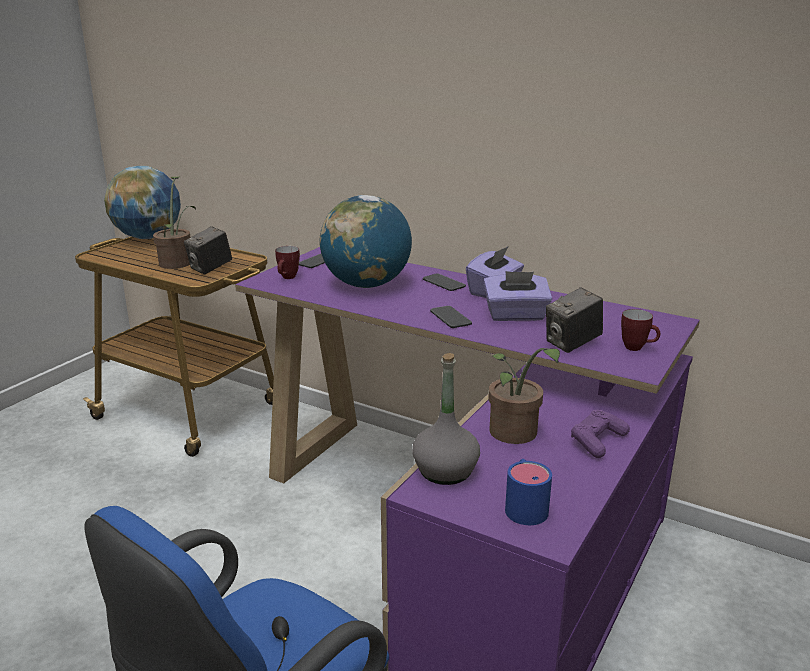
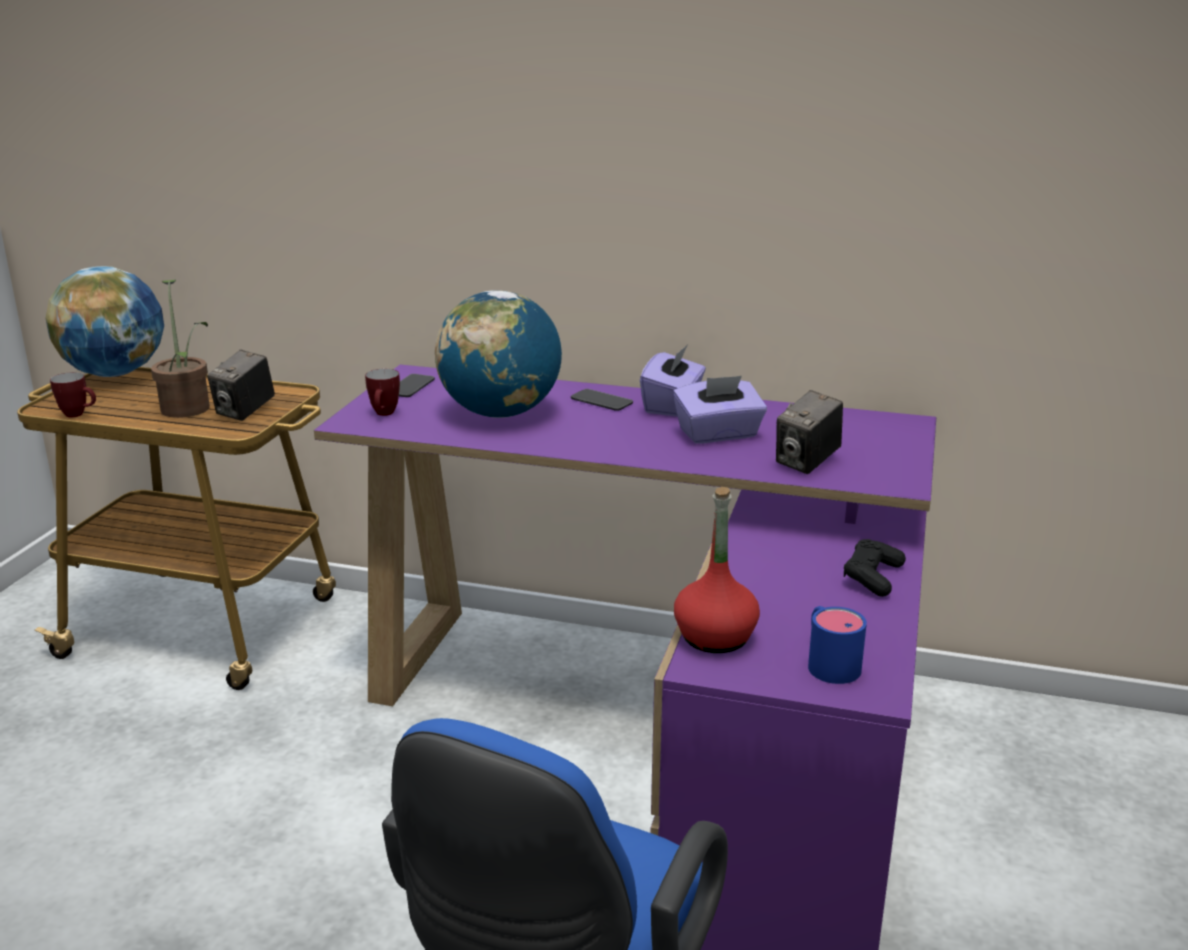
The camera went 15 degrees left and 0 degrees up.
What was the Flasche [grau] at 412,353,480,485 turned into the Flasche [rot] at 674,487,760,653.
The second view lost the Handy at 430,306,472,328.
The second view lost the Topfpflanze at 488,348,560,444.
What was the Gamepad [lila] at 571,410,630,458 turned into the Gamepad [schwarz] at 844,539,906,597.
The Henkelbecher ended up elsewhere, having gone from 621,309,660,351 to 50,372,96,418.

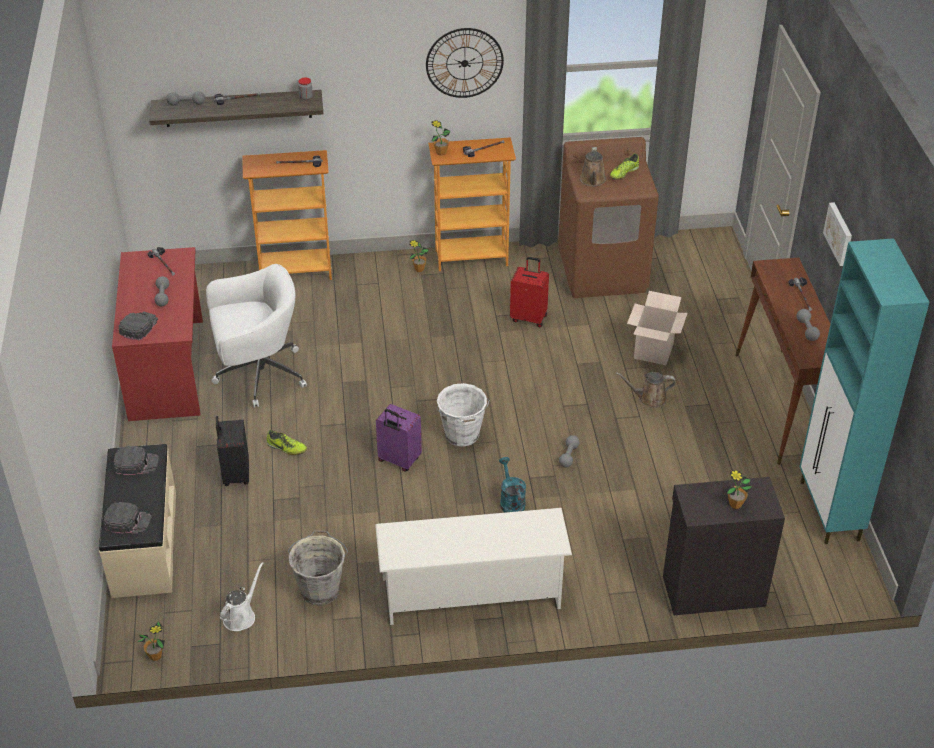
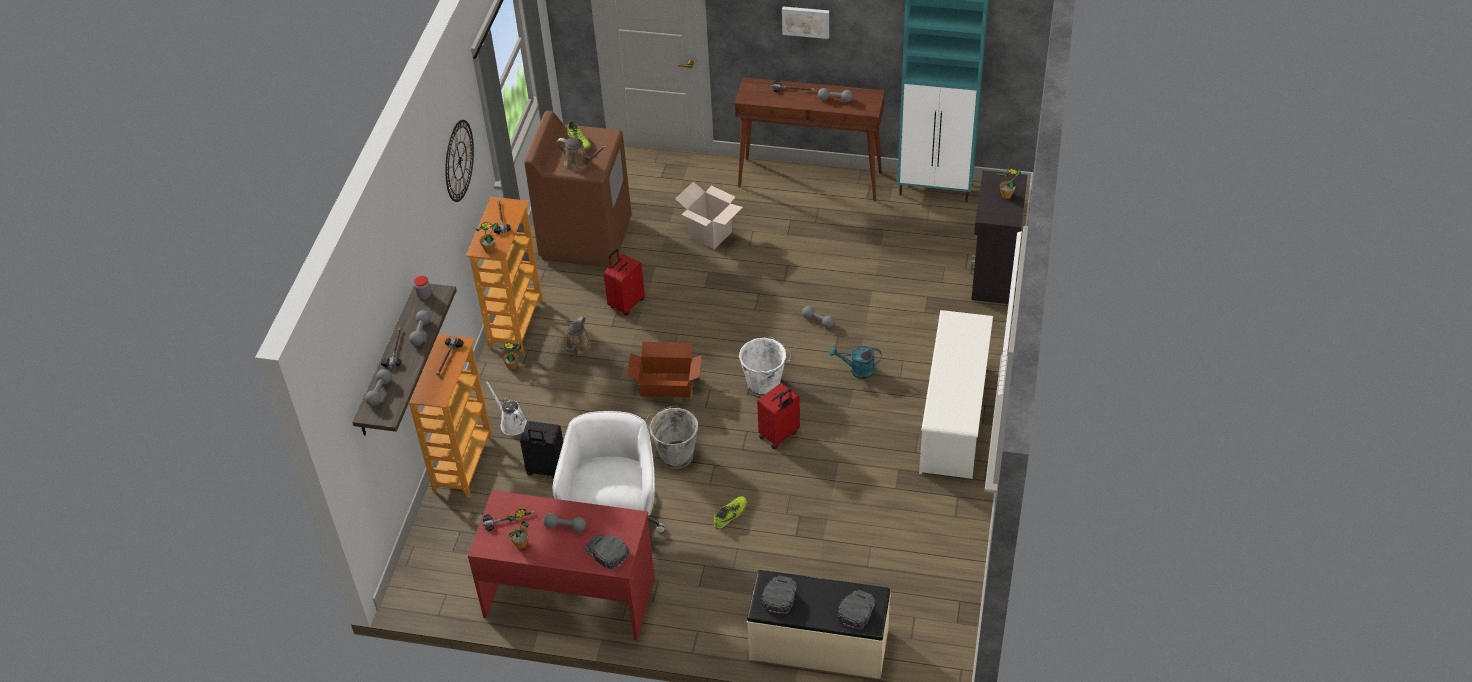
The camera went 70 degrees left and 5 degrees up.
The Topfpflanze ended up elsewhere, having gone from 137,621,165,661 to 506,509,529,549.
The Koffer [schwarz] ended up elsewhere, having gone from 216,416,249,486 to 520,421,563,478.
The Gießkanne [weiß] ended up elsewhere, having gone from 220,562,263,631 to 486,381,527,436.
The Eimer [grau] ended up elsewhere, having gone from 288,530,348,606 to 645,405,698,469.
What was the Koffer [lila] at 376,404,422,471 turned into the Koffer [rot] at 757,383,800,449.
The Gießkanne [braun] ended up elsewhere, having gone from 616,372,676,408 to 561,316,592,356.
The second view gained the Hantel [grau] at 409,310,431,346.
The second view gained the Karton at 627,341,702,398.

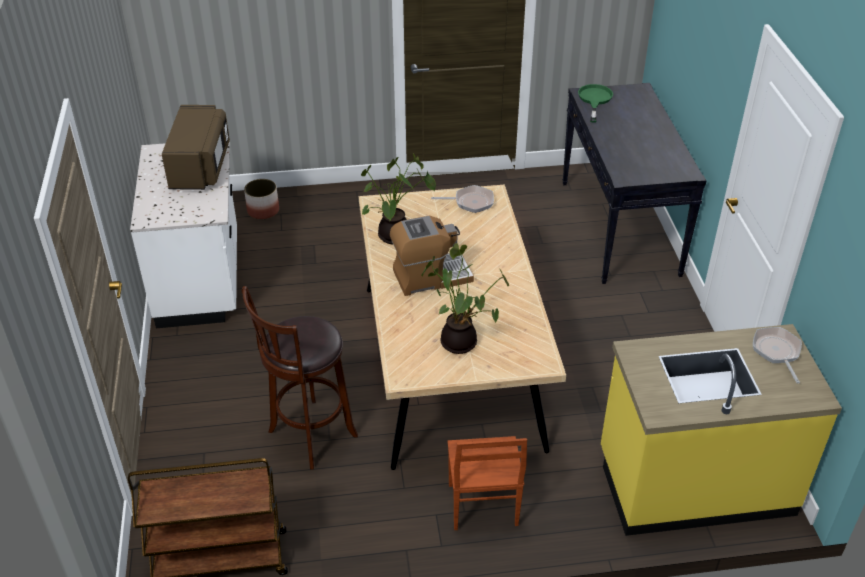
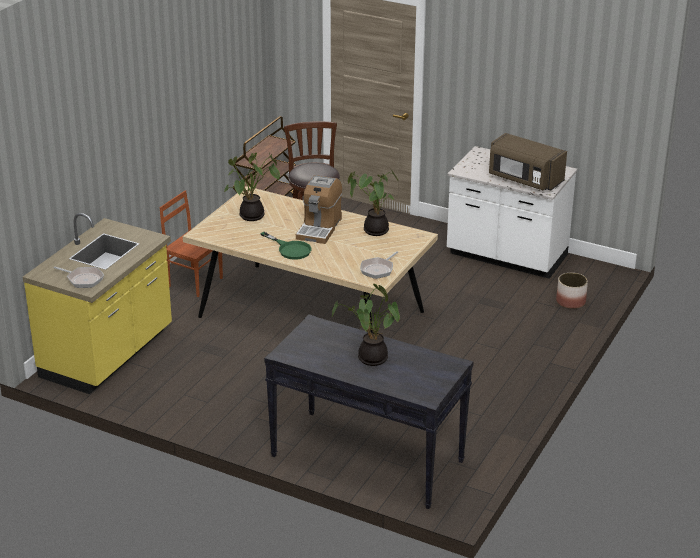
The camera went 125 degrees right and 10 degrees down.
The Pfanne [grün] ended up elsewhere, having gone from 578,84,613,123 to 260,232,312,259.
The second view gained the Topfpflanze at 331,284,400,366.

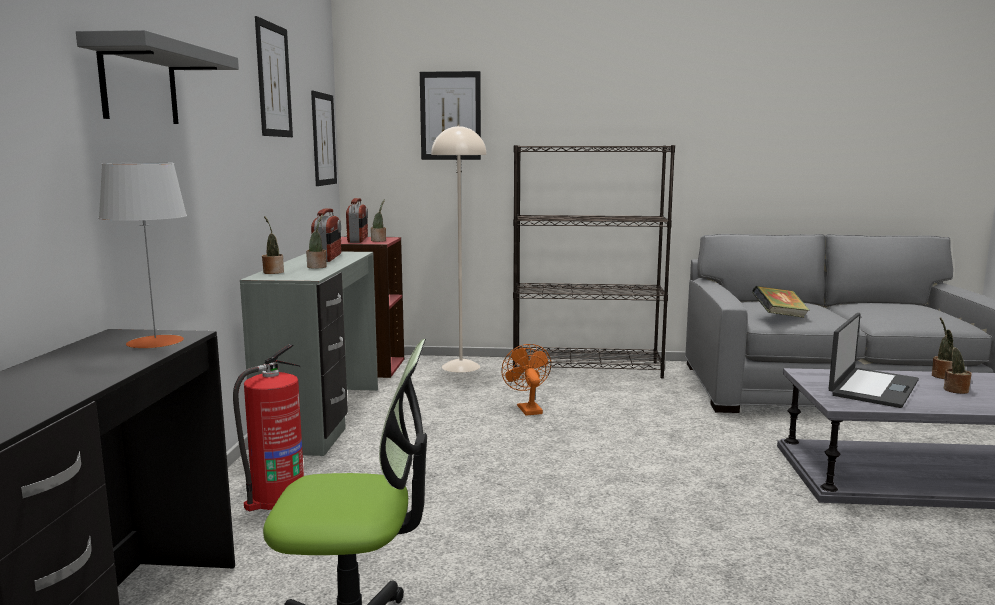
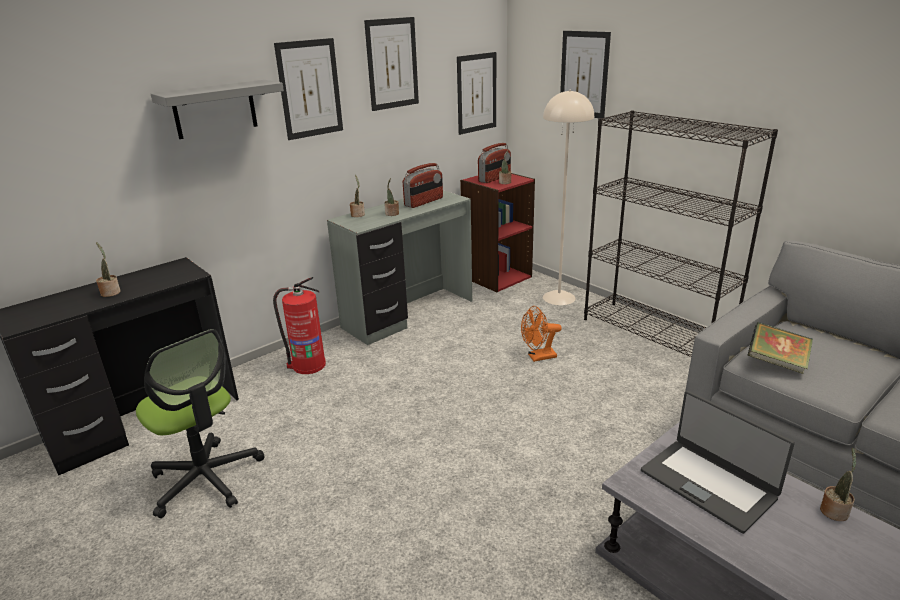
The camera went 45 degrees right and 15 degrees up.
The second view lost the Tischlampe [grau] at 99,163,187,349.
The Ventilator [orange] at 501,344,551,416 ended up facing another way, 135 degrees counterclockwise from before.
The Laptop at 828,313,919,408 ended up facing another way, 60 degrees clockwise from before.
The Topfpflanze ended up elsewhere, having gone from 943,329,972,394 to 96,242,121,297.
The second view gained the Bild at 274,38,343,140.

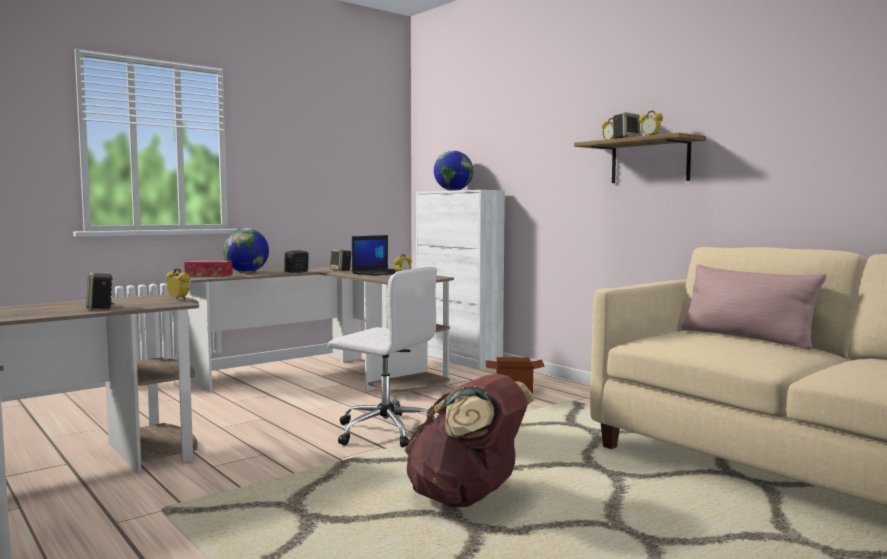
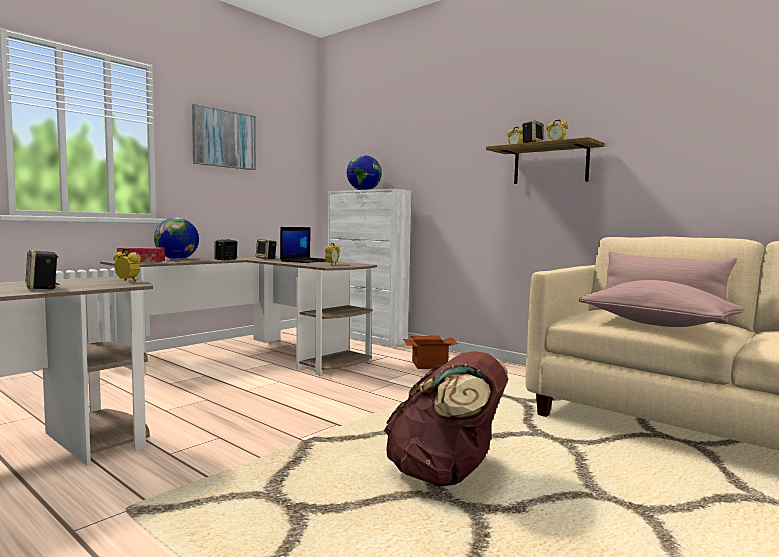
The camera went 10 degrees left and 0 degrees up.
The second view lost the Bürostuhl [weiß] at 328,267,437,447.
The second view gained the Bild at 192,104,256,170.
The second view gained the Kissen [rosa] at 579,280,745,327.

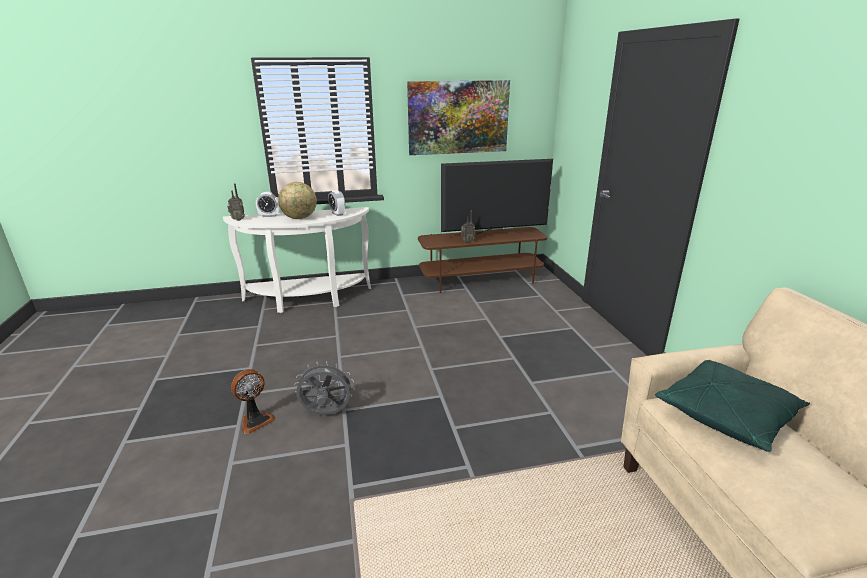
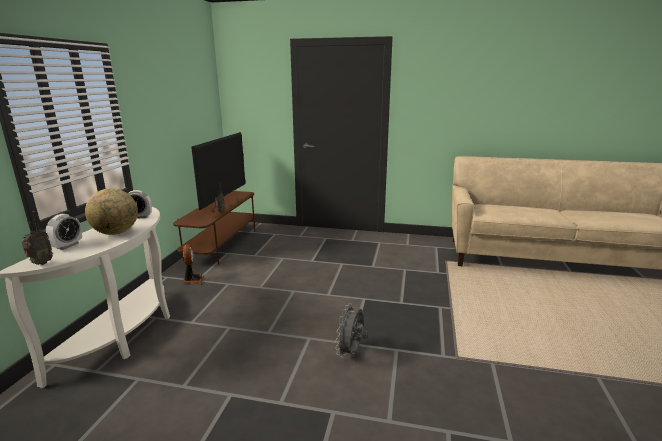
The camera went 65 degrees left and 5 degrees down.
The Ventilator ended up elsewhere, having gone from 231,369,276,434 to 183,244,203,284.
The second view lost the Bild at 407,80,510,155.
The second view lost the Kissen [grün] at 655,360,810,452.

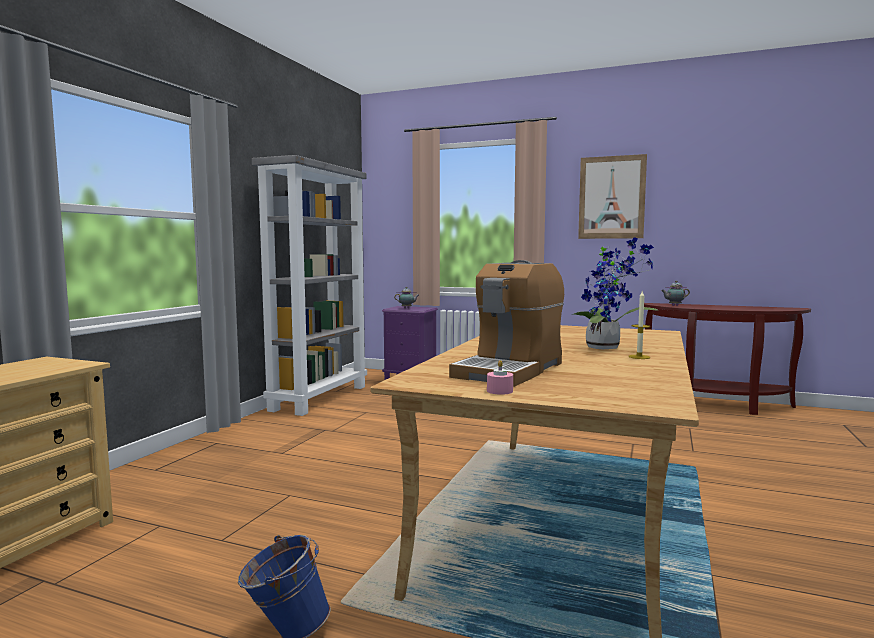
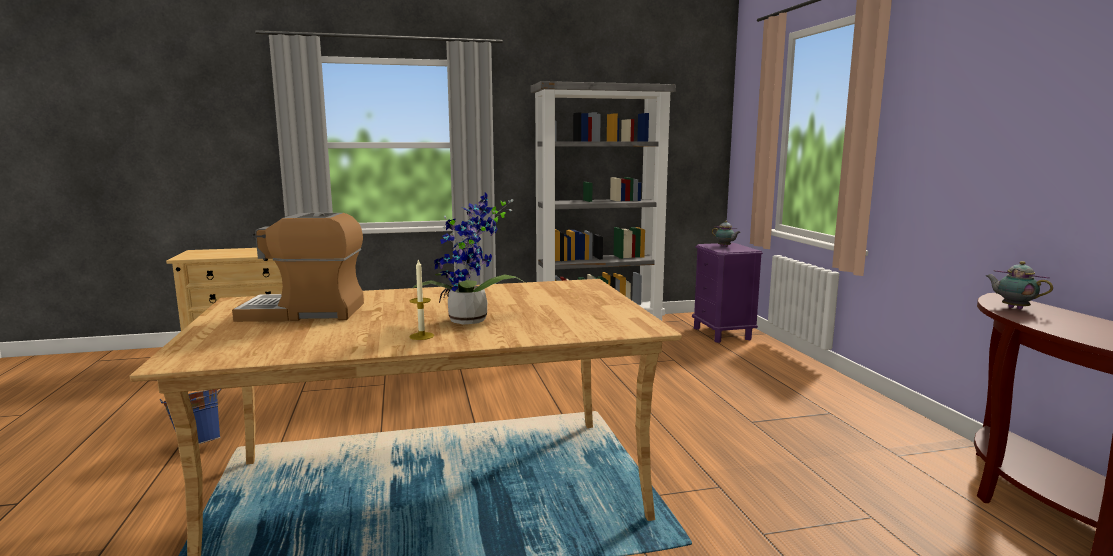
The camera went 55 degrees right and 5 degrees up.
The second view lost the Kerze [rosa] at 487,360,513,395.
The second view lost the Bild at 578,154,647,239.

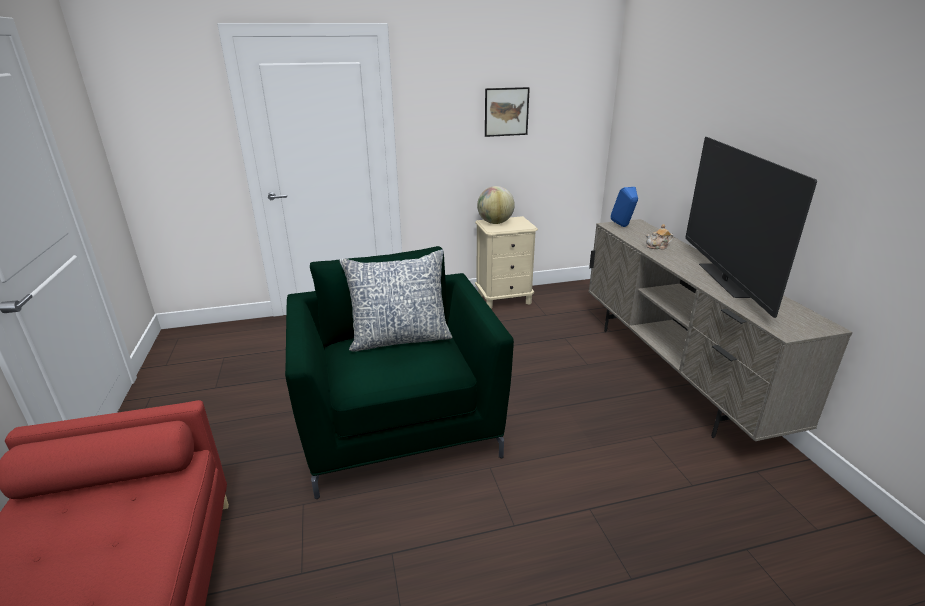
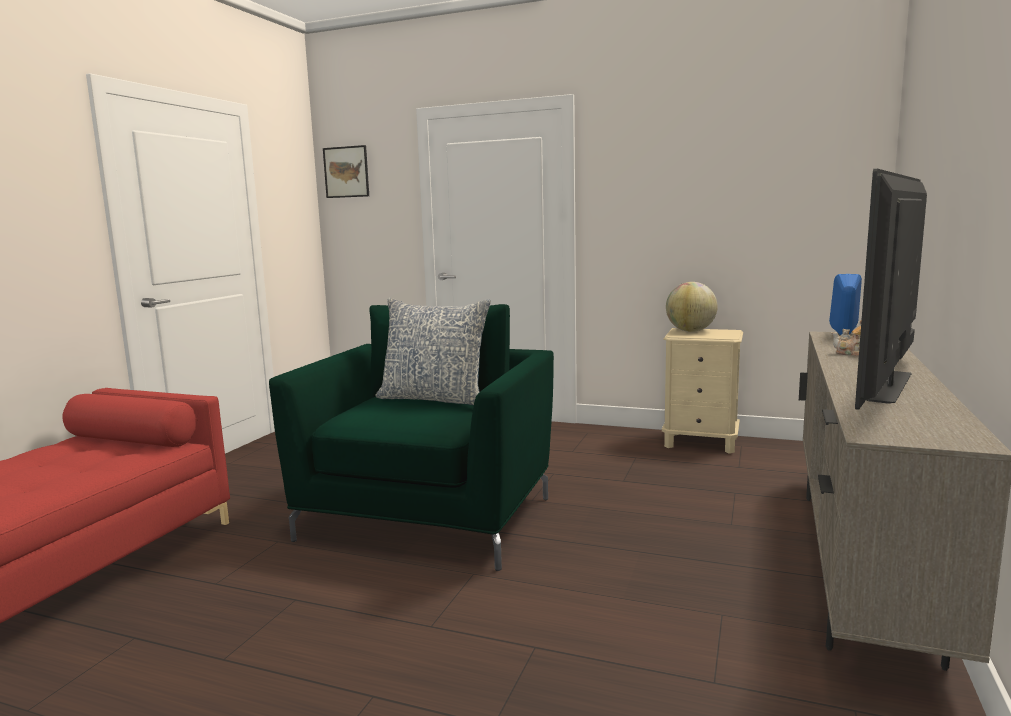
The camera went 35 degrees right and 15 degrees down.
The Bild ended up elsewhere, having gone from 485,87,530,137 to 323,145,369,198.

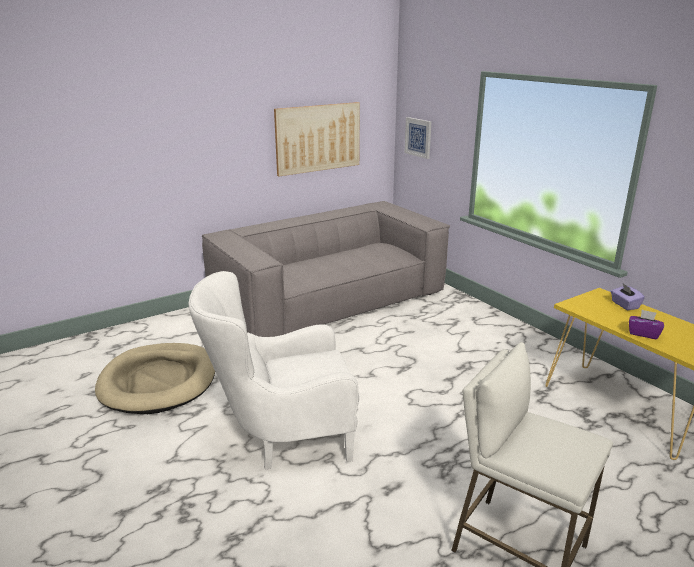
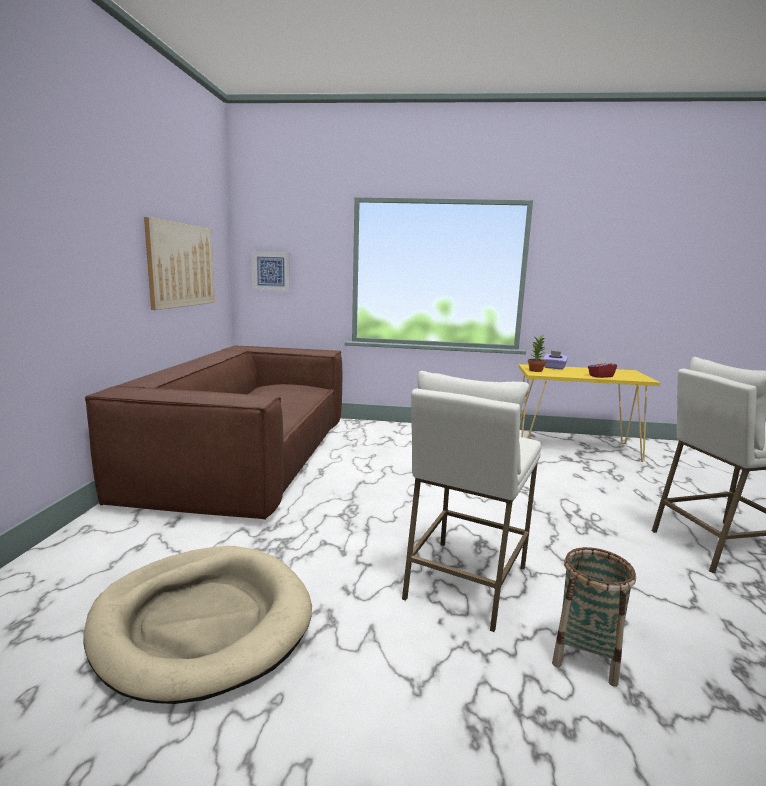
The camera went 50 degrees left and 10 degrees down.
Where the Sessel [weiß] stood at 188,271,359,469, the Hocker [weiß] came to stand at 402,371,541,632.
What was the Sofa [grau] at 202,201,450,337 turned into the Sofa [braun] at 85,346,342,520.
What was the Taschentuchbox [lila] at 629,310,664,339 turned into the Taschentuchbox [rot] at 588,357,617,378.
The second view gained the Topfpflanze at 528,335,546,372.
The second view gained the Korb at 552,547,636,687.

